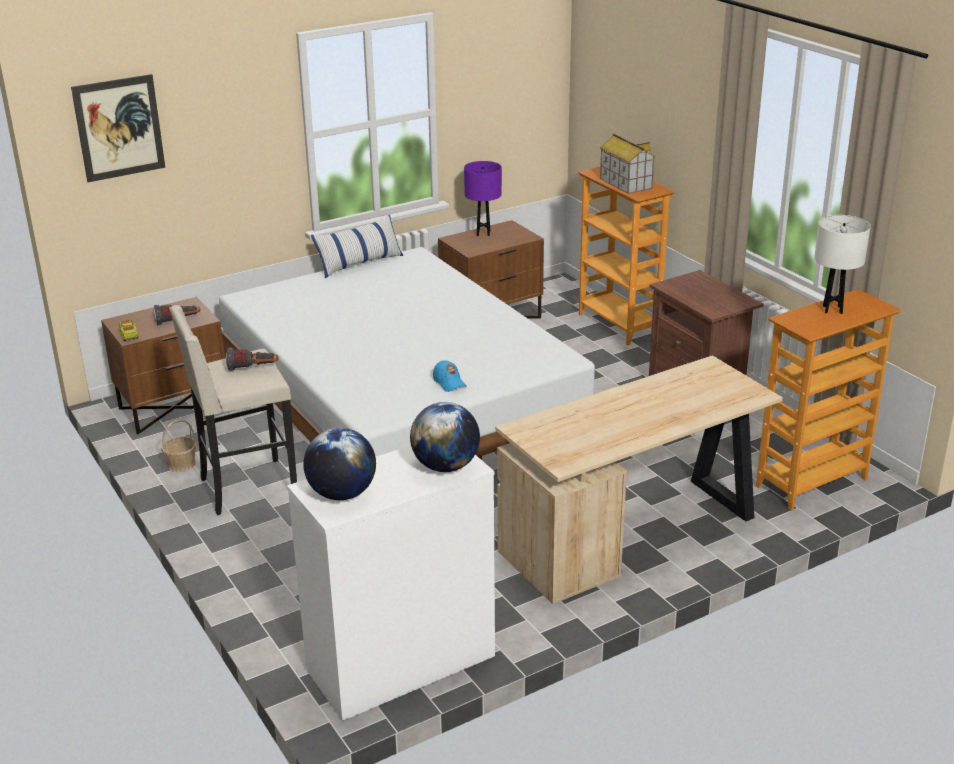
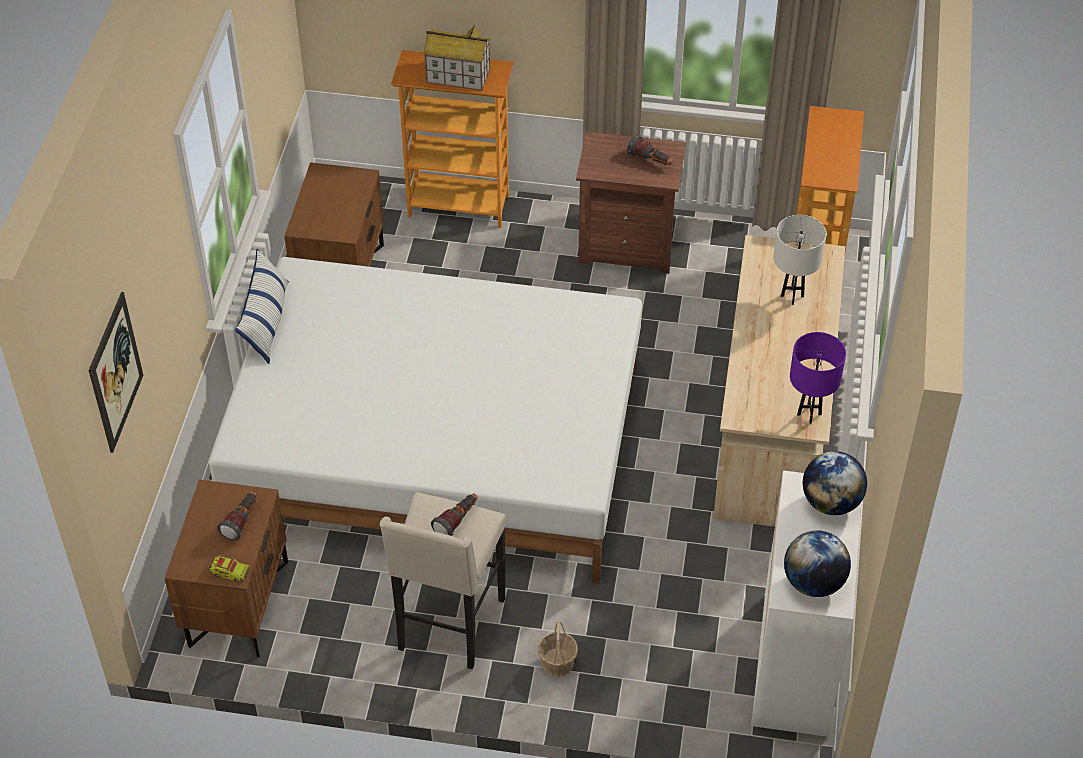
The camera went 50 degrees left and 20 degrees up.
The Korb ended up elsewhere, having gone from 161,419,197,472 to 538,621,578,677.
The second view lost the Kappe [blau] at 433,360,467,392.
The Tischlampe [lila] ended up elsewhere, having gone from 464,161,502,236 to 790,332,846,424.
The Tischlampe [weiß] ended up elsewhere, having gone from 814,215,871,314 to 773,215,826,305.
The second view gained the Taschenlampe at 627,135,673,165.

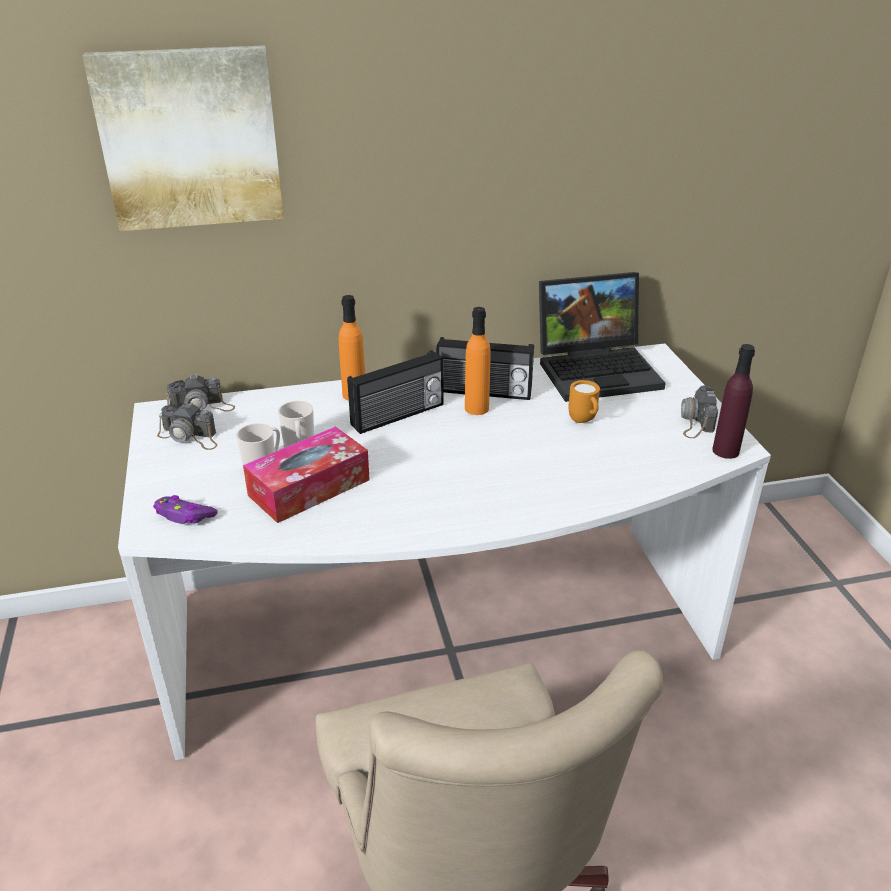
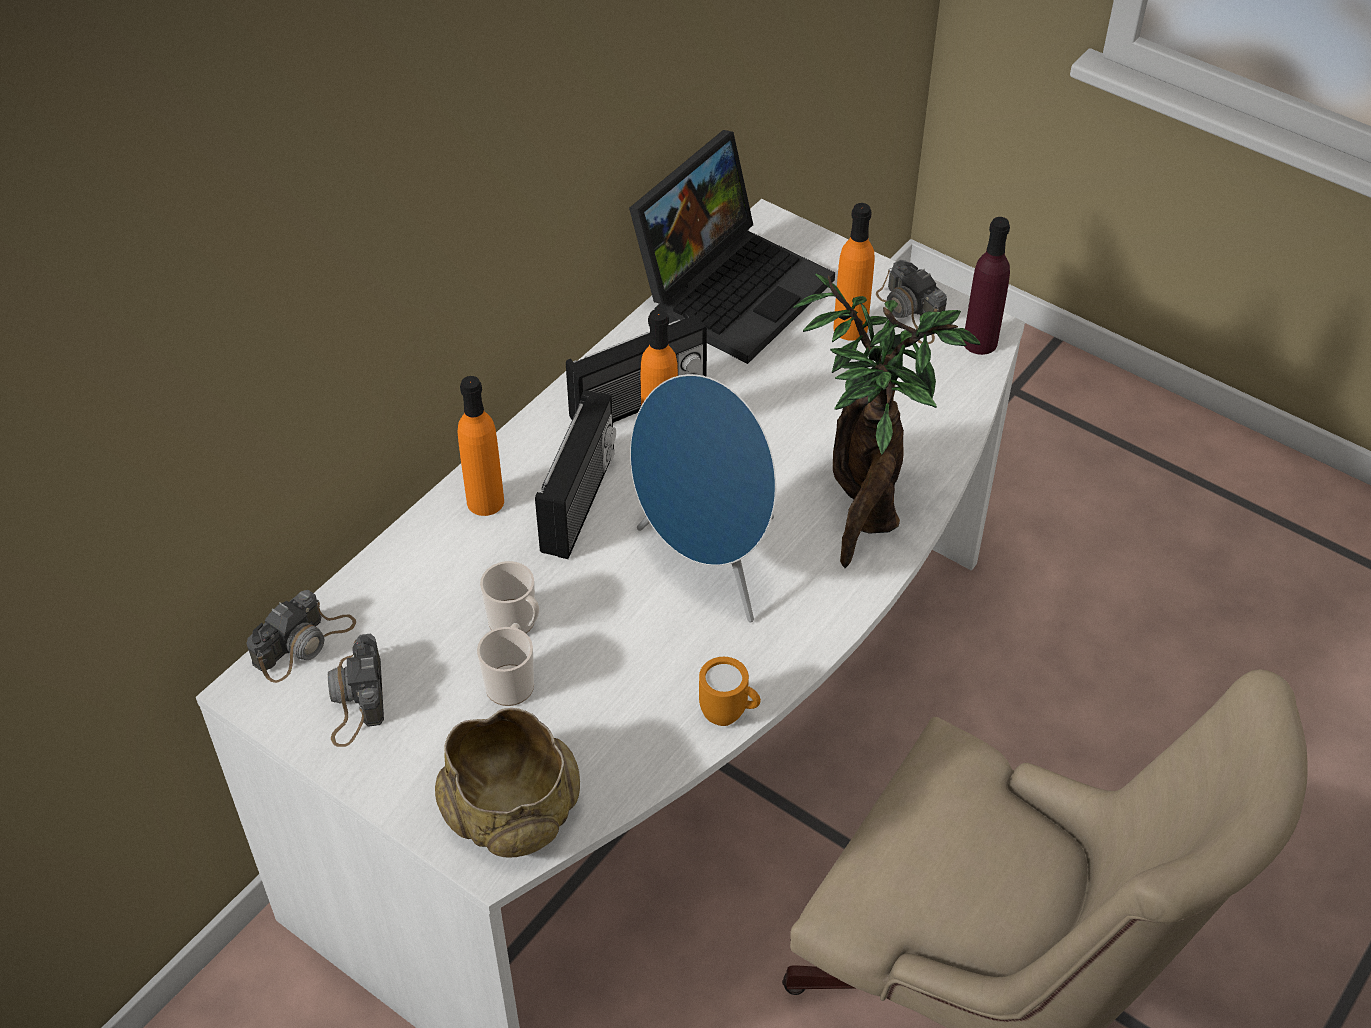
The camera went 40 degrees left and 15 degrees up.
The second view lost the Bild at 83,45,284,231.
Where the Gamepad [lila] stood at 153,495,218,524, the Schüssel [beige] came to stand at 435,708,580,858.
The Kamera at 157,402,218,450 ended up facing another way, 105 degrees clockwise from before.
The second view lost the Taschentuchbox at 243,426,370,523.
The Henkelbecher [orange] ended up elsewhere, having gone from 568,380,600,423 to 699,657,761,726.
The second view gained the Lautsprecher [blau] at 630,374,776,622.
The second view gained the Topfpflanze at 793,274,981,568.
The second view gained the Flasche [orange] at 833,203,875,341.

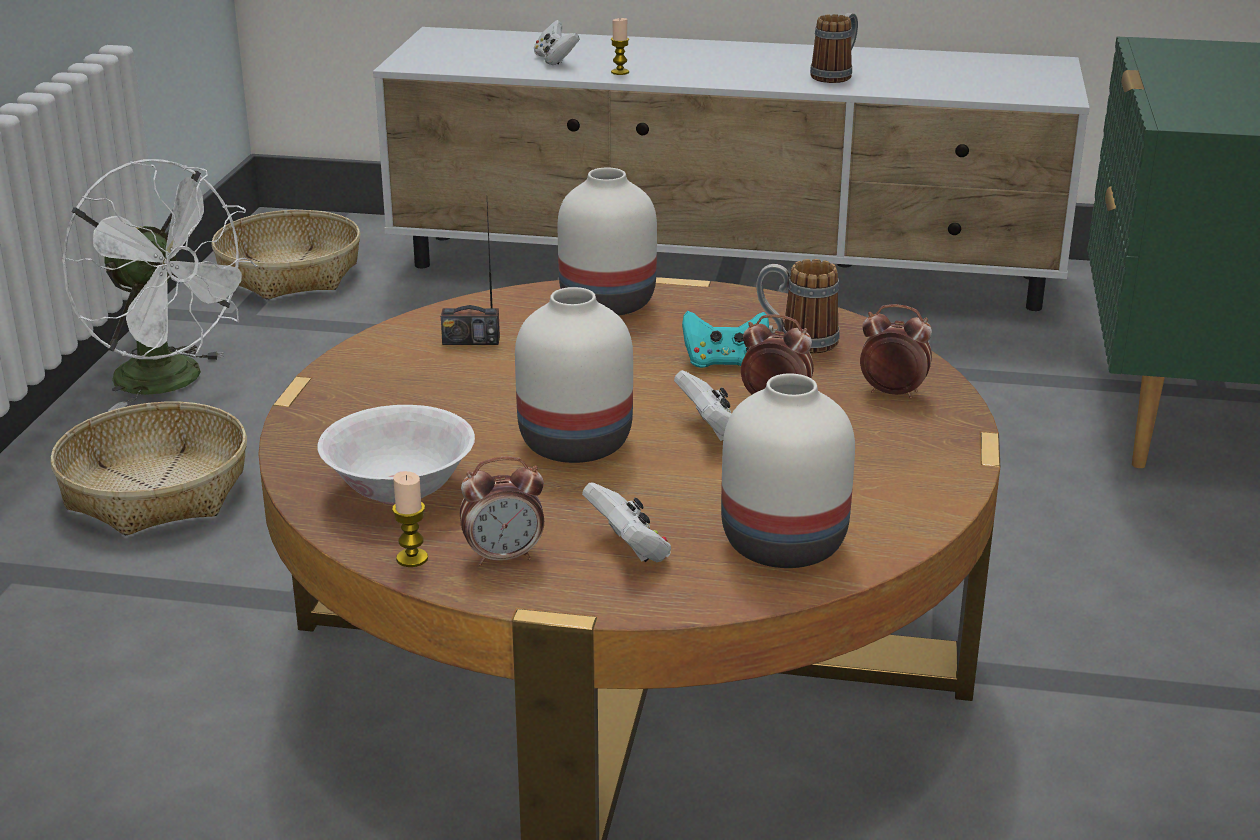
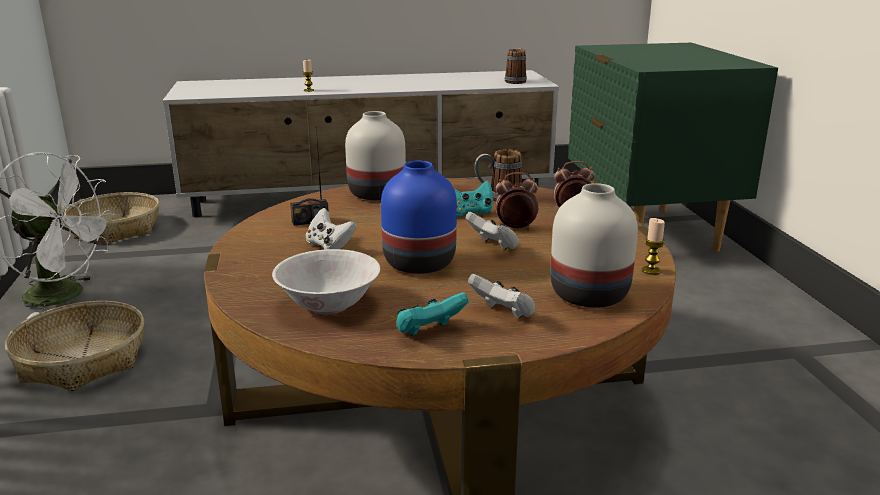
The camera went 20 degrees left and 5 degrees down.
The Kerze ended up elsewhere, having gone from 392,471,428,567 to 642,218,665,275.
Where the Wecker stood at 460,457,544,566, the Gamepad [türkis] came to stand at 396,292,469,335.
What was the Vase [weiß] at 515,287,633,463 turned into the Vase [blau] at 381,161,457,274.
The Gamepad [weiß] ended up elsewhere, having gone from 534,20,580,65 to 306,208,357,250.
The Henkelbecher ended up elsewhere, having gone from 810,13,858,83 to 505,48,527,84.

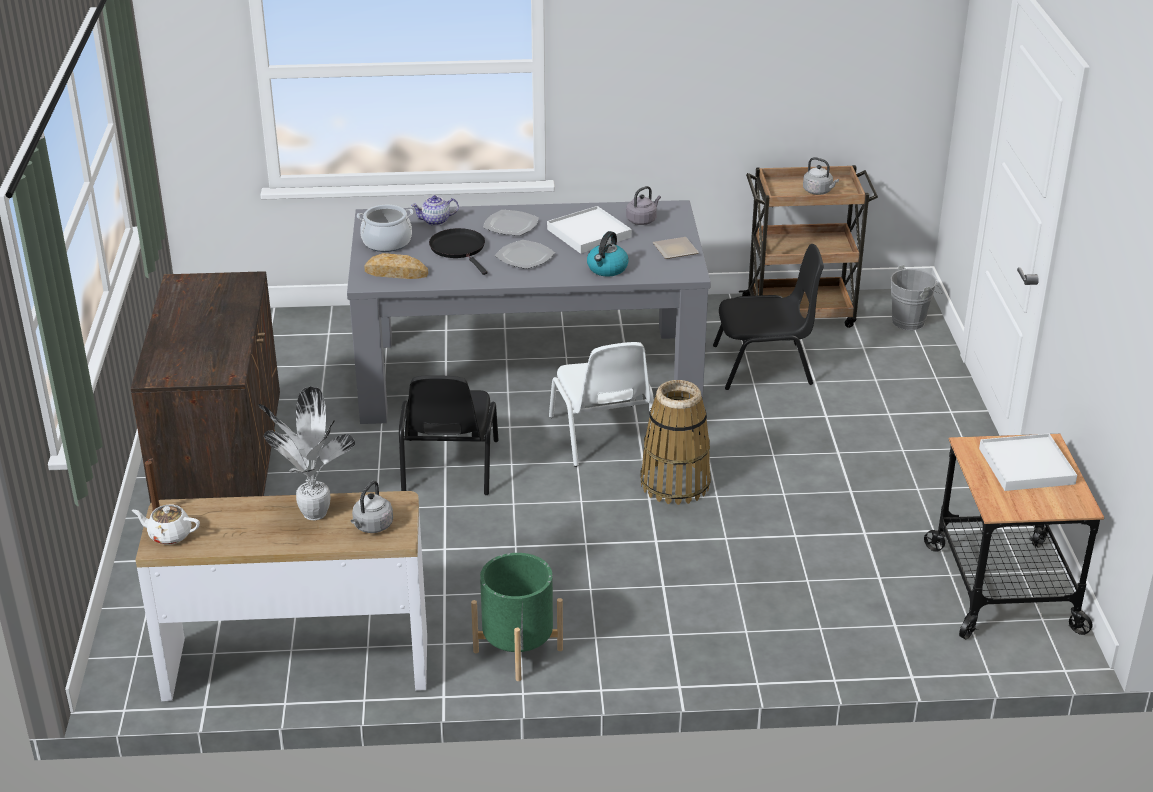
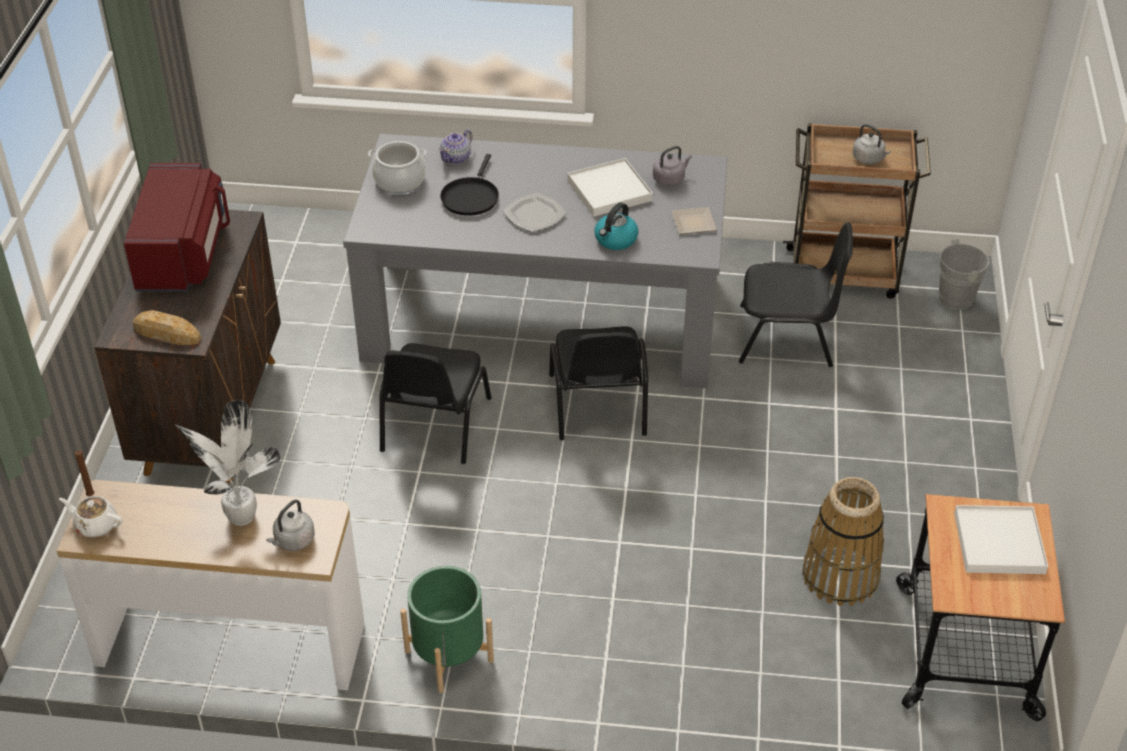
The camera went 10 degrees right and 10 degrees up.
The Brot ended up elsewhere, having gone from 364,253,428,279 to 132,310,201,345.
The Teekanne at 411,195,459,226 ended up facing another way, 45 degrees counterclockwise from before.
The Pfanne [schwarz] at 429,228,487,275 ended up facing another way, 150 degrees counterclockwise from before.
The second view lost the Teller at 483,210,539,236.
What was the Stuhl [weiß] at 549,342,654,467 turned into the Stuhl [schwarz] at 549,326,648,440.
The Korb ended up elsewhere, having gone from 640,380,711,505 to 803,477,884,606.
The second view gained the Mikrowelle [rot] at 124,163,230,291.

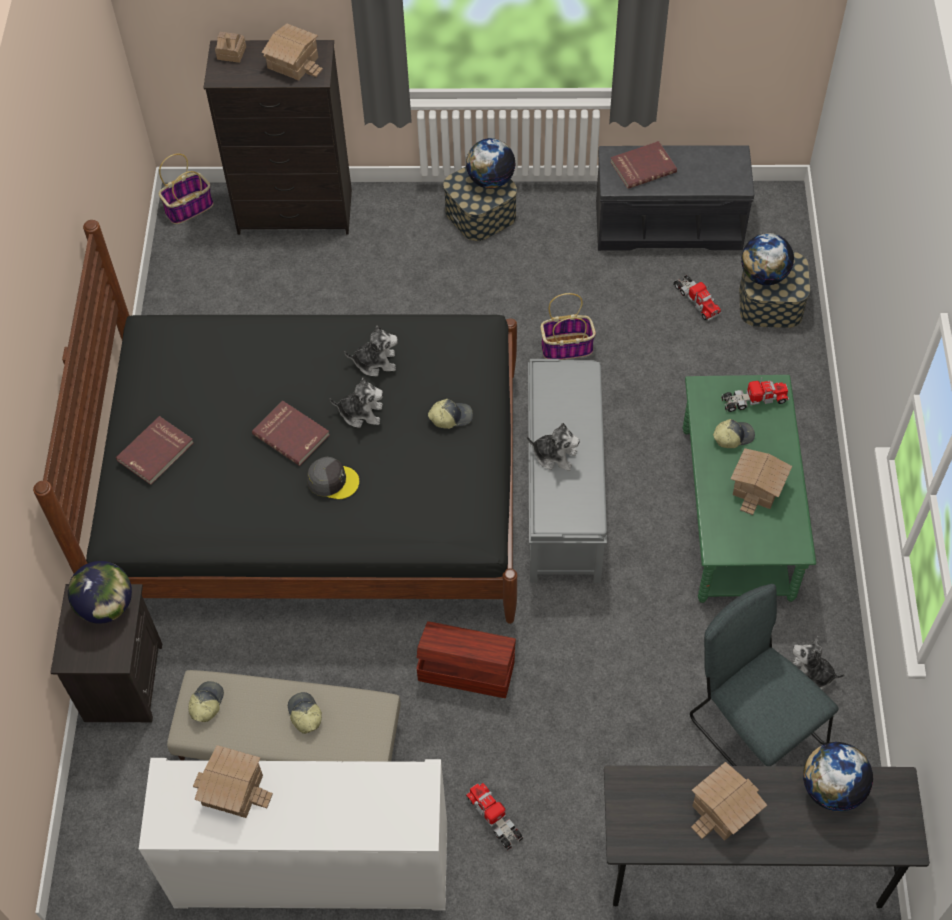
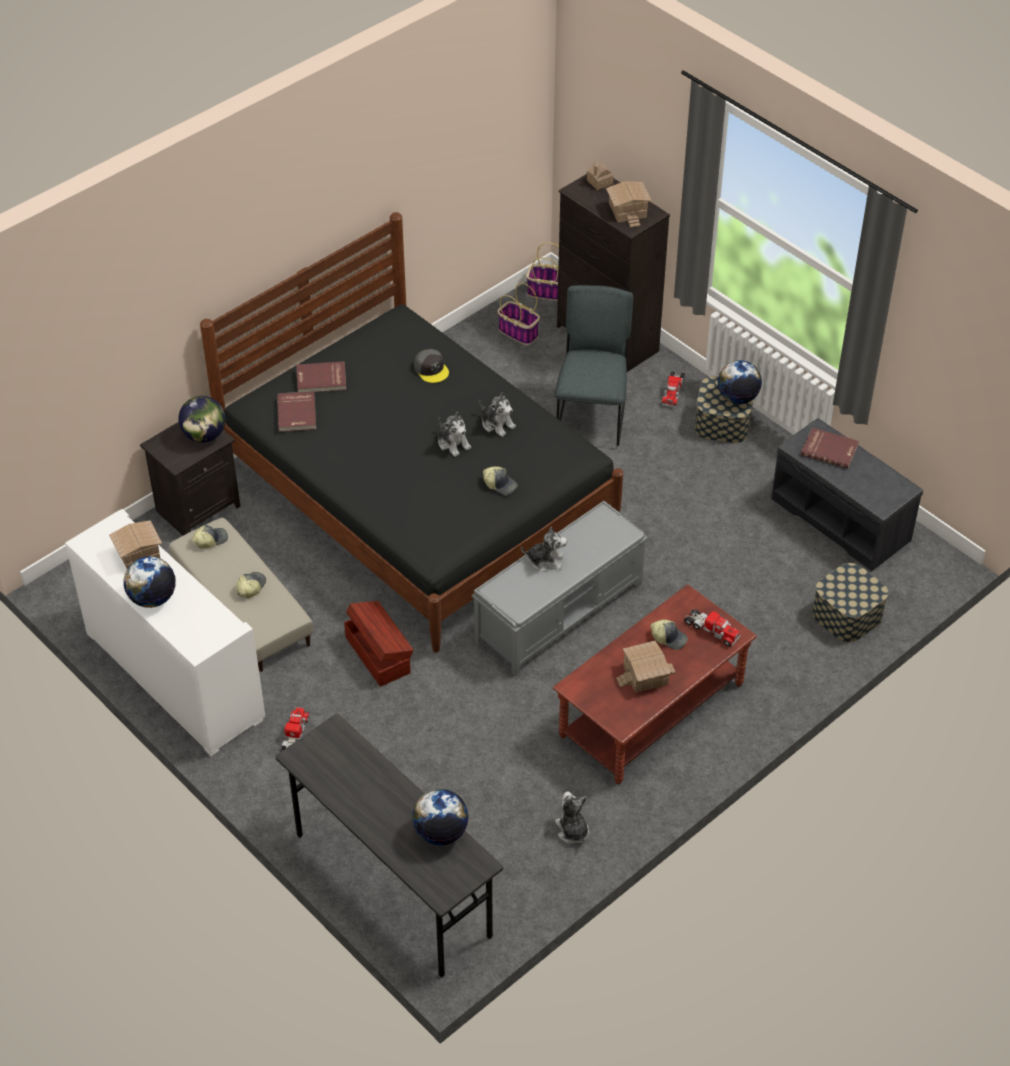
The camera went 45 degrees right and 10 degrees down.
The Buch [rot] ended up elsewhere, having gone from 252,400,329,466 to 277,391,316,432.
The Kappe [grau] ended up elsewhere, having gone from 307,457,359,499 to 414,349,449,383.
The Plüschtier at 527,423,580,471 ended up facing another way, 60 degrees counterclockwise from before.
The Korb ended up elsewhere, having gone from 541,293,596,360 to 497,283,540,345.
The Spielzeuglaster ended up elsewhere, having gone from 674,275,721,321 to 662,371,685,408.
What was the Couchtisch [grün] at 683,375,816,603 turned into the Couchtisch [braun] at 553,585,757,784.
The Stuhl [grau] ended up elsewhere, having gone from 690,584,839,766 to 554,285,633,446.
The second view lost the Spielzeughaus at 691,762,767,841.
The Globus ended up elsewhere, having gone from 741,233,794,285 to 123,556,176,608.

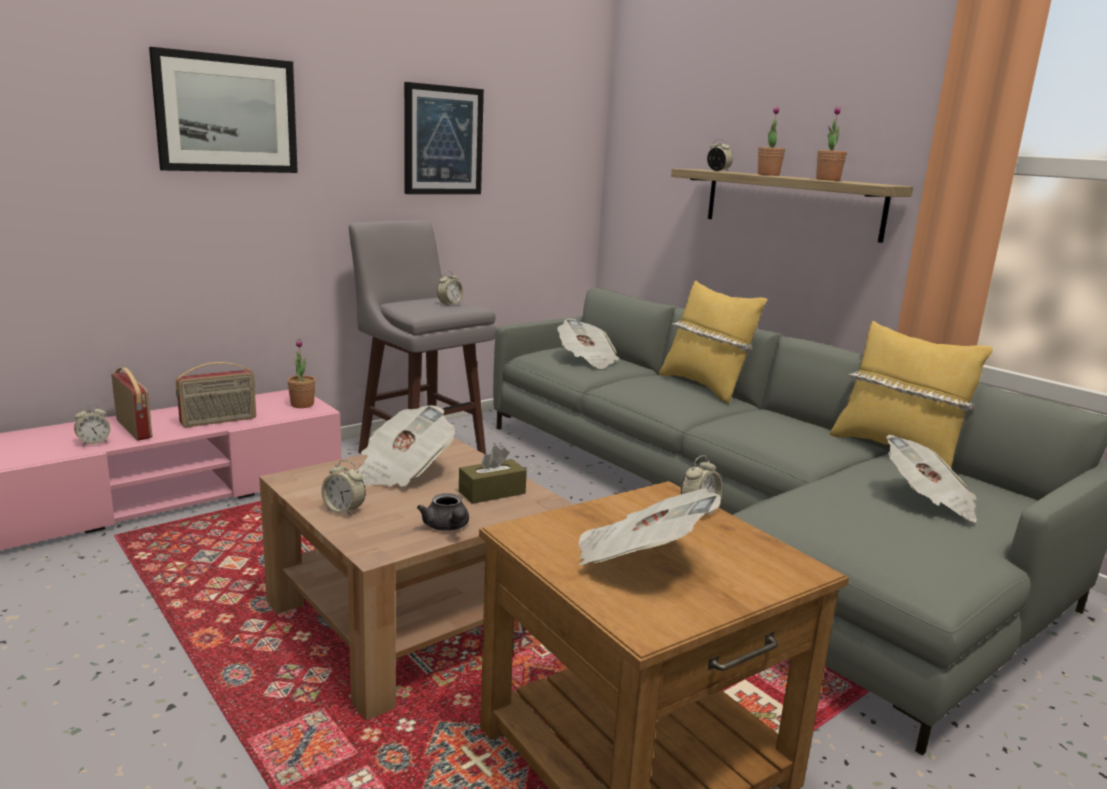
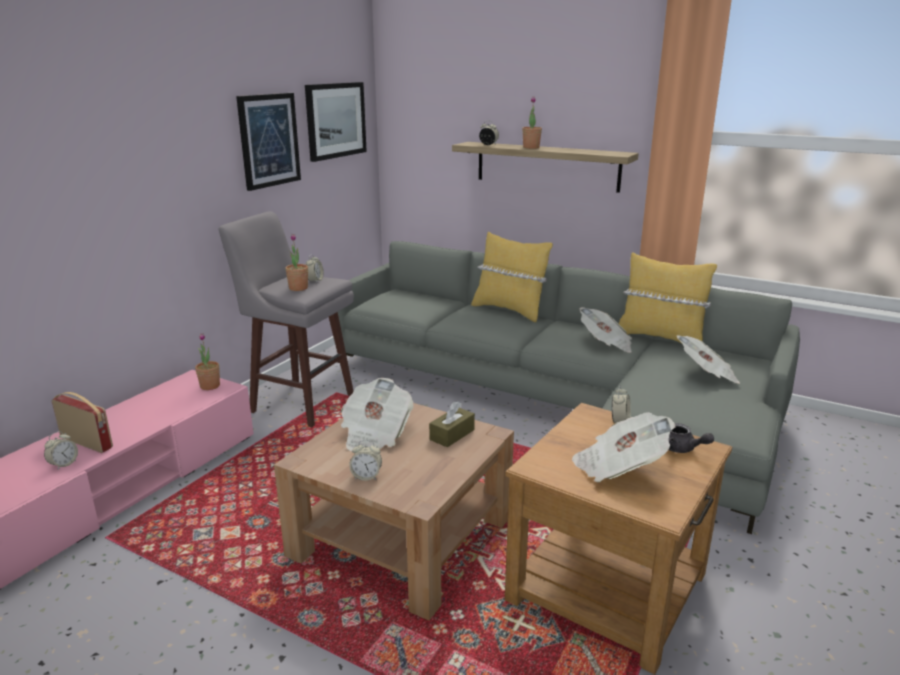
The camera went 20 degrees left and 5 degrees up.
The Bild ended up elsewhere, having gone from 149,47,298,173 to 305,82,367,162.
The second view lost the Radio at 176,362,256,427.
The Teekanne [grau] ended up elsewhere, having gone from 417,493,469,531 to 668,423,714,453.
The Zeitung ended up elsewhere, having gone from 557,318,619,369 to 580,307,632,353.
The Topfpflanze ended up elsewhere, having gone from 816,106,847,181 to 285,234,308,291.

